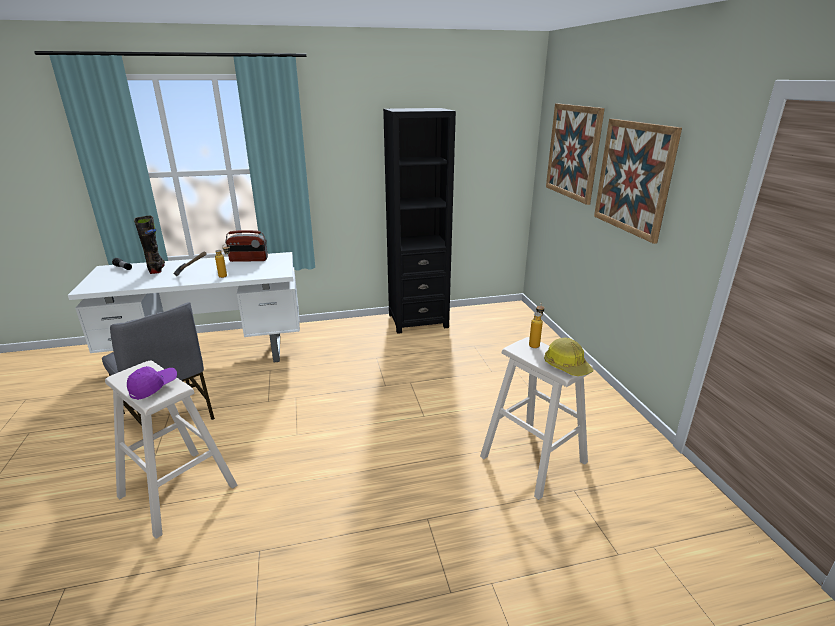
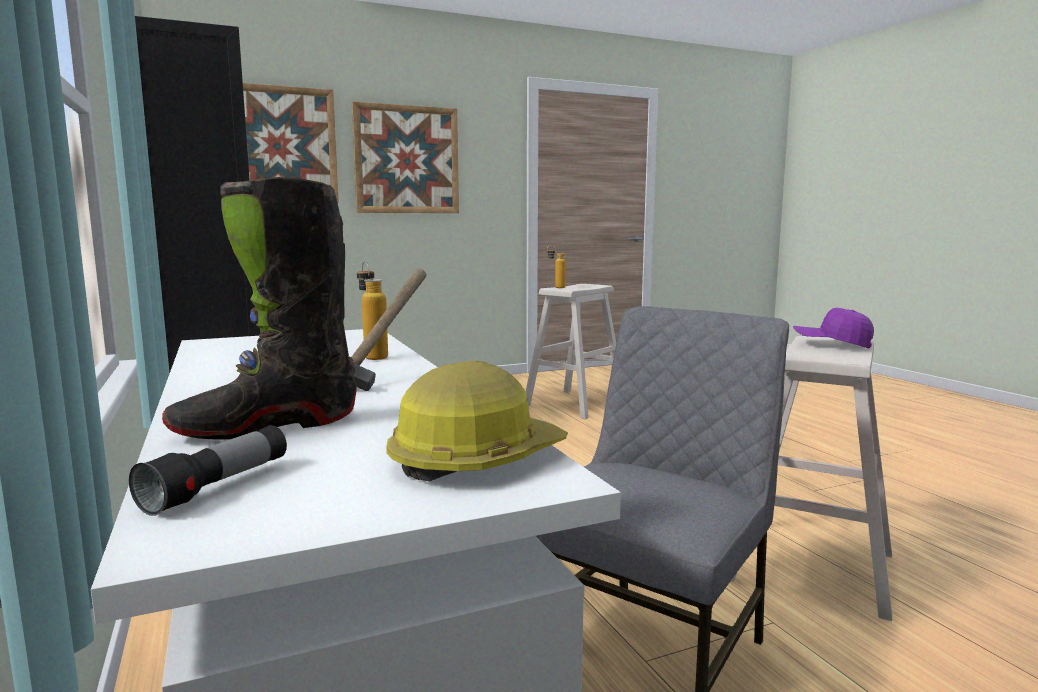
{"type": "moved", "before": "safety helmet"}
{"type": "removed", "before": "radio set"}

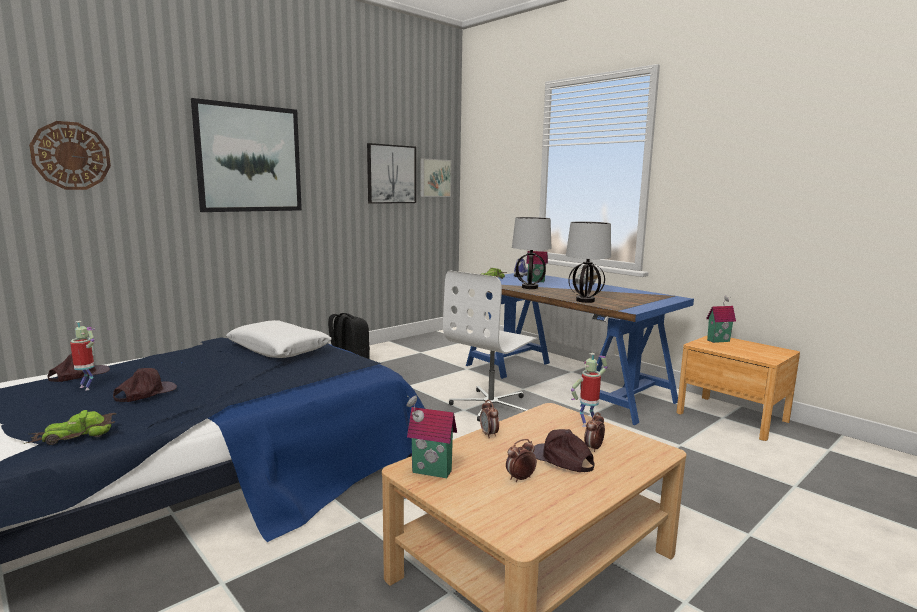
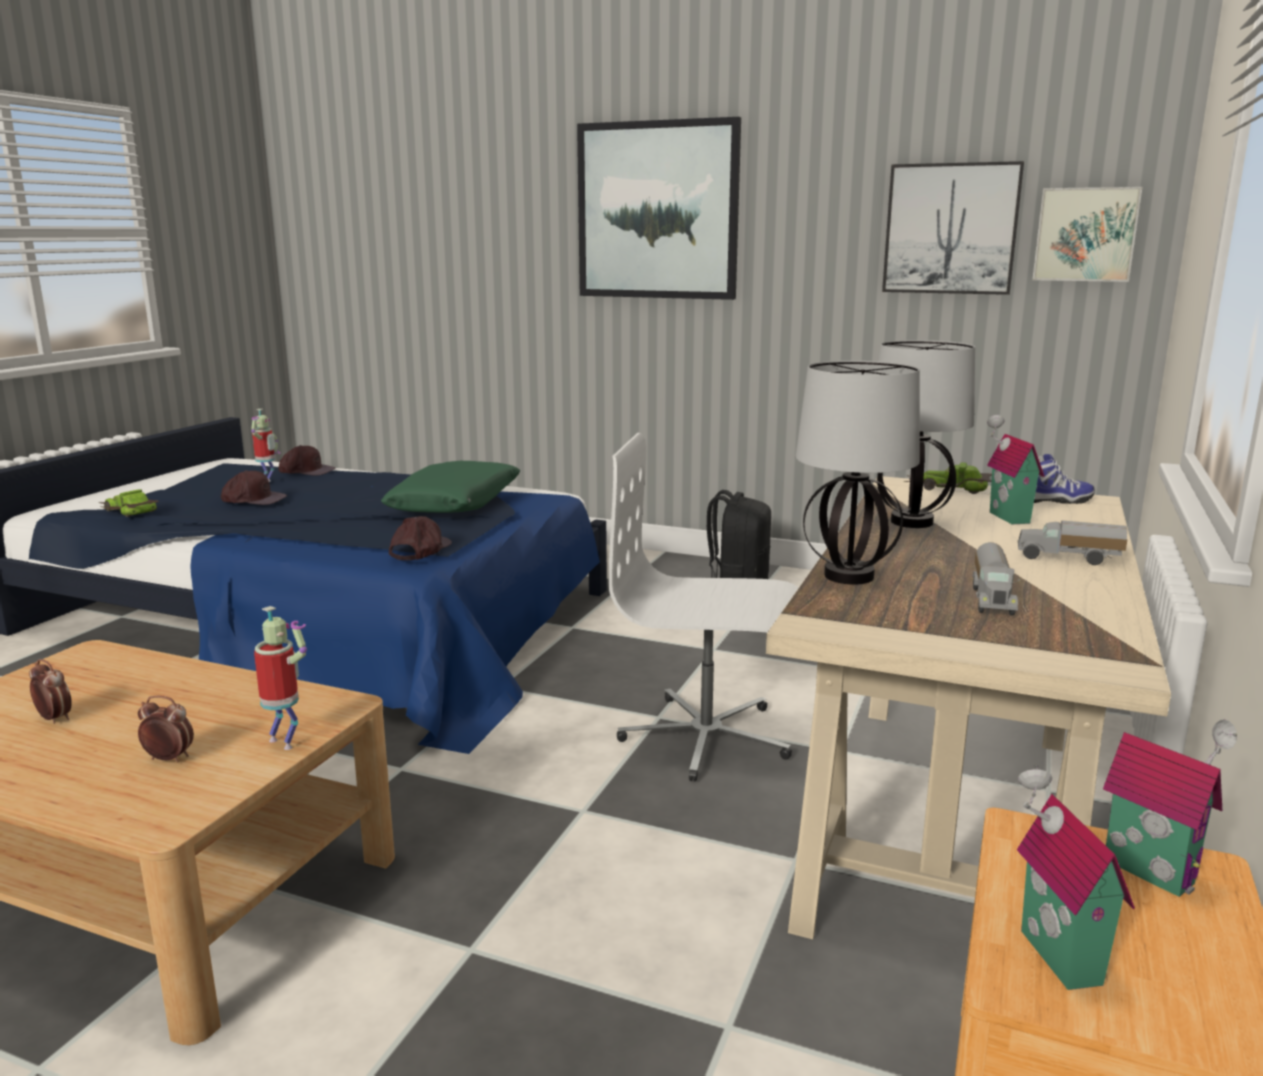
{"type": "recoloured", "before": "throw pillow (white-coloured)", "after": "throw pillow (green)"}
{"type": "moved", "before": "cap (brownish) (3rd from left)"}
{"type": "recoloured", "before": "desk unit (bluish)", "after": "desk unit (sand-coloured)"}
{"type": "added", "after": "toy lorry (1st from left)"}
{"type": "moved", "before": "miniature house (1st from left in the first image)", "after": "miniature house (2nd from left)"}
{"type": "removed", "before": "wall clock"}
{"type": "removed", "before": "table clock (1st from left)"}

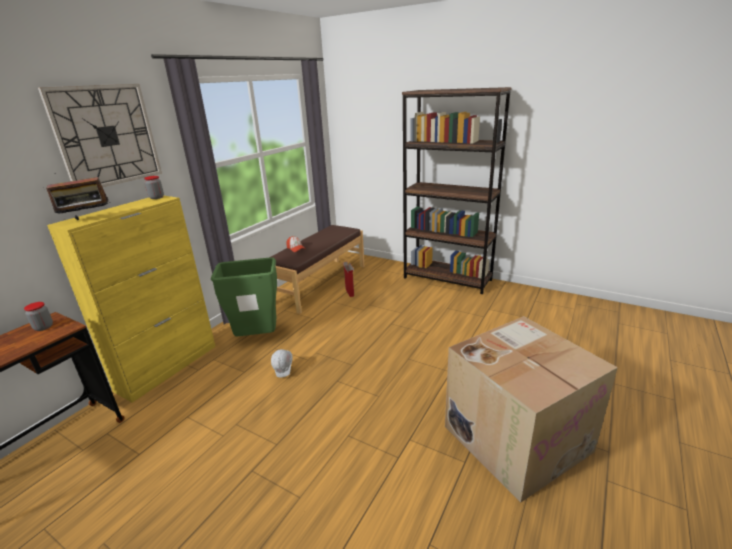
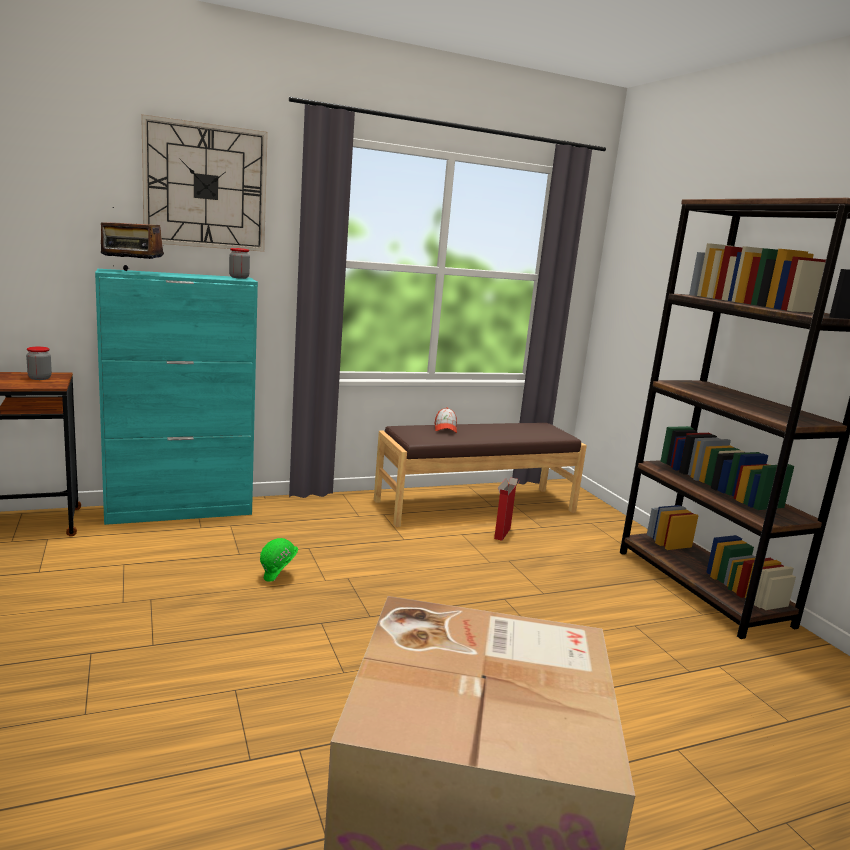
{"type": "recoloured", "before": "storage cabinet (yellowish)", "after": "storage cabinet (turquoise)"}
{"type": "recoloured", "before": "safety helmet (white-coloured)", "after": "safety helmet (green)"}
{"type": "removed", "before": "rubbish bin (green)"}

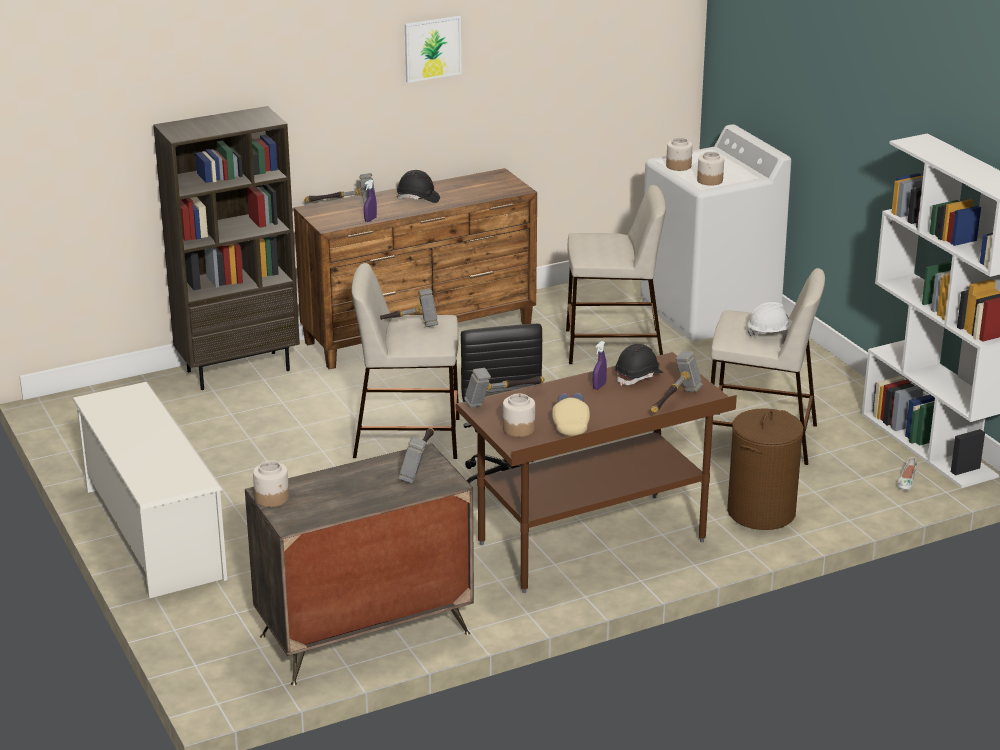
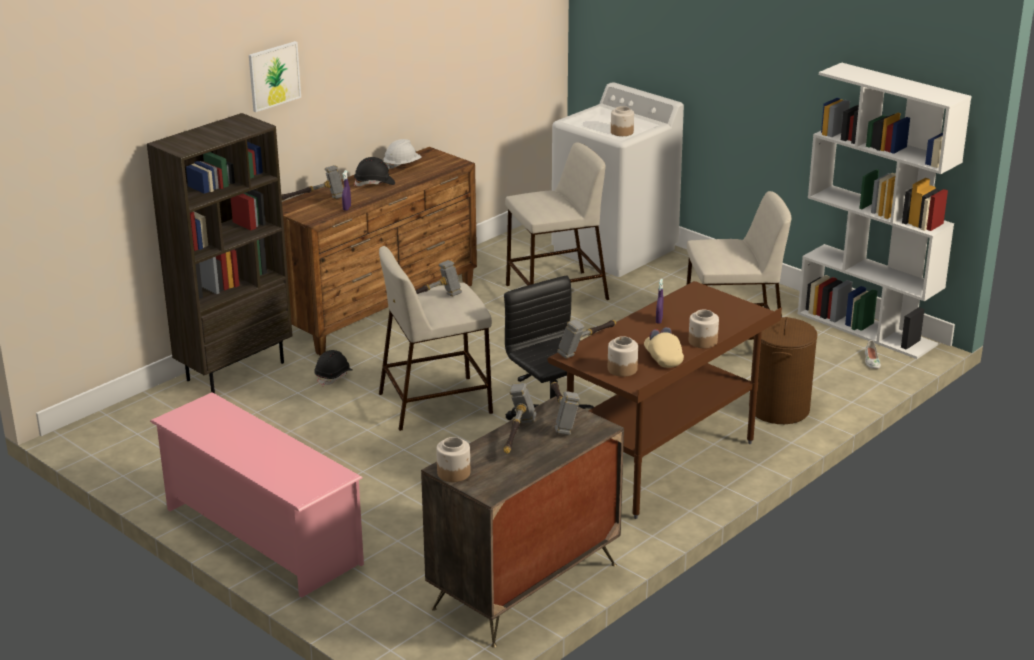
{"type": "recoloured", "before": "shoe shelf (white-coloured)", "after": "shoe shelf (pink-coloured)"}
{"type": "moved", "before": "wall art"}
{"type": "moved", "before": "safety helmet (black-coloured) (2nd from left in the first image)", "after": "safety helmet (black-coloured) (1st from left)"}
{"type": "moved", "before": "safety helmet (white-coloured)"}
{"type": "moved", "before": "hand hammer (5th from left in the first image)", "after": "hand hammer (3rd from left)"}
{"type": "moved", "before": "storage jar (3rd from left in the first image)", "after": "storage jar (4th from left)"}

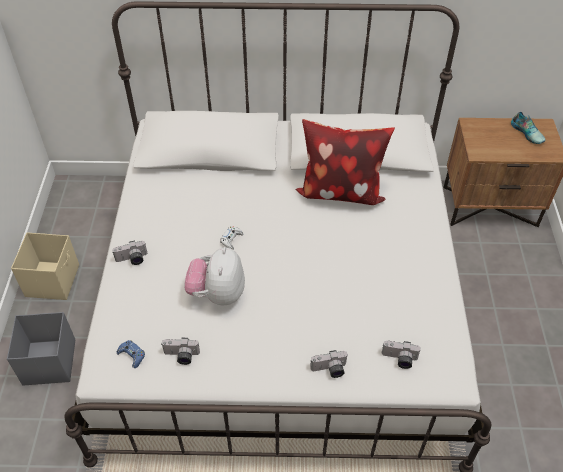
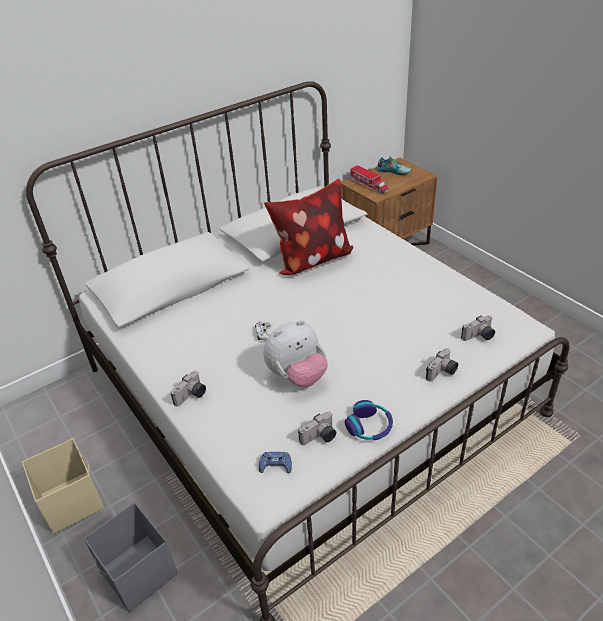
{"type": "turned", "before": "cuddly toy", "turn": -90}
{"type": "added", "after": "pair of headphones"}
{"type": "added", "after": "toy lorry"}

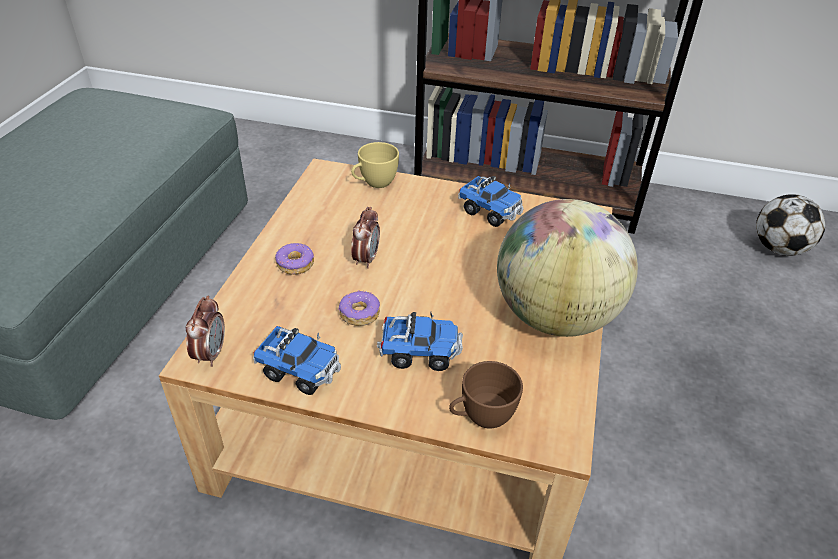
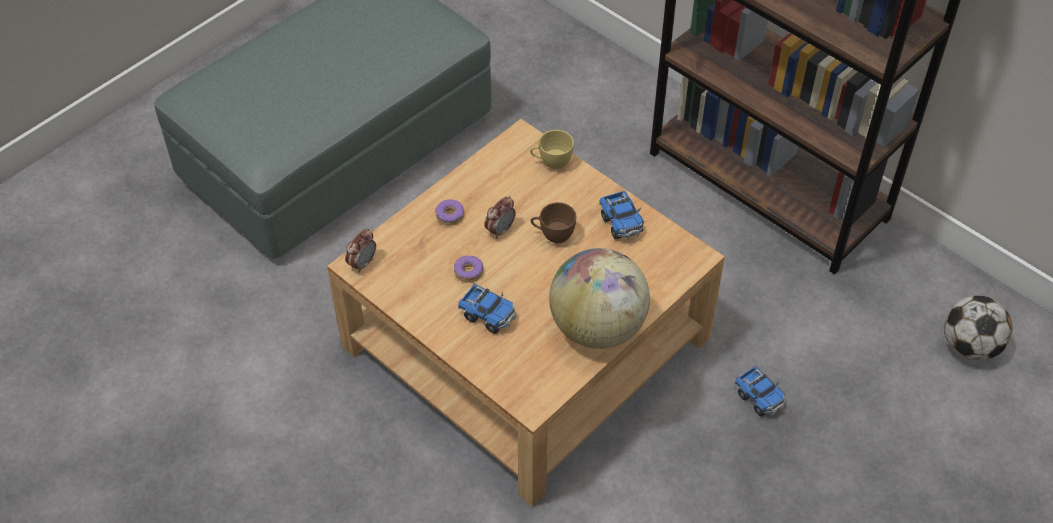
{"type": "moved", "before": "drinking cup (brownish)"}
{"type": "moved", "before": "toy lorry (1st from left in the first image)", "after": "toy lorry (3rd from left)"}

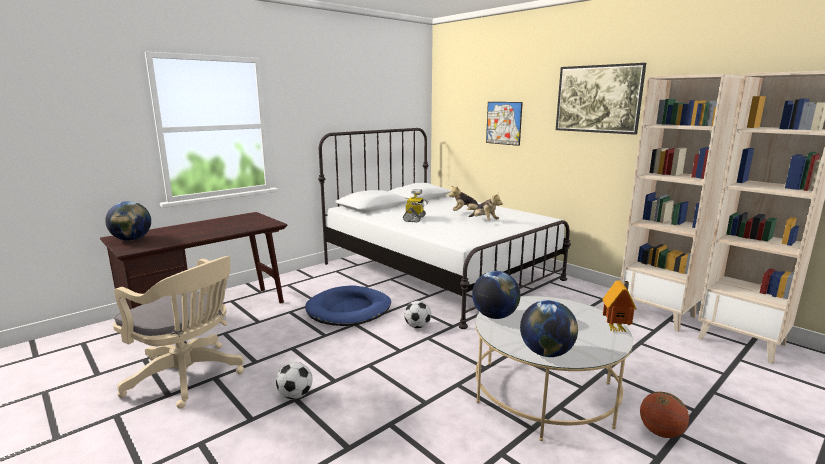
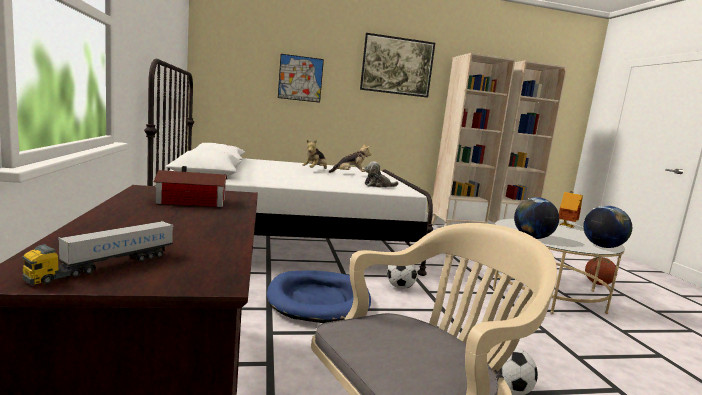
{"type": "replaced", "before": "world globe (1st from left)", "after": "toy lorry"}
{"type": "added", "after": "miniature house (1st from left)"}
{"type": "added", "after": "cuddly toy (3rd from left)"}
{"type": "removed", "before": "robot figure"}

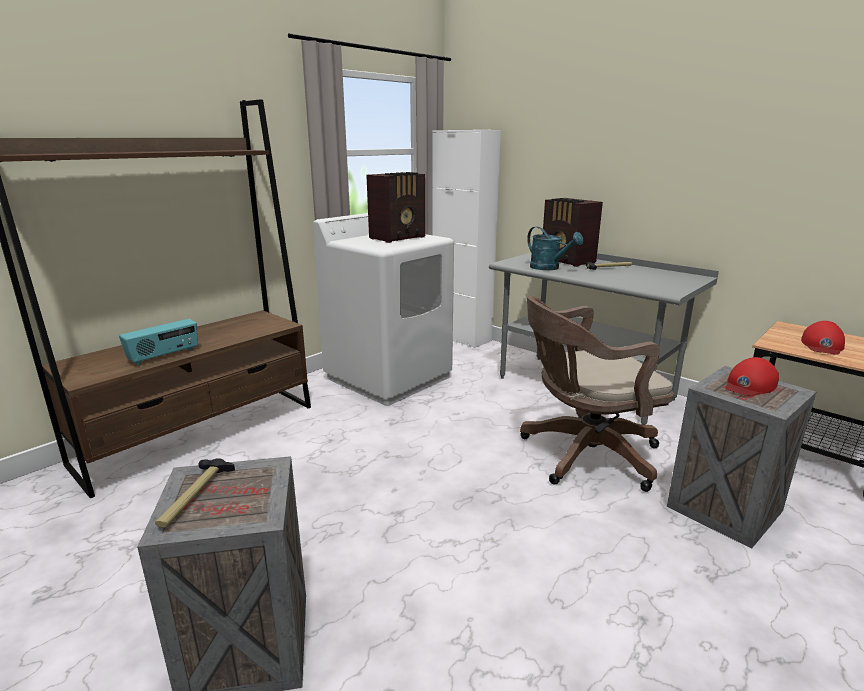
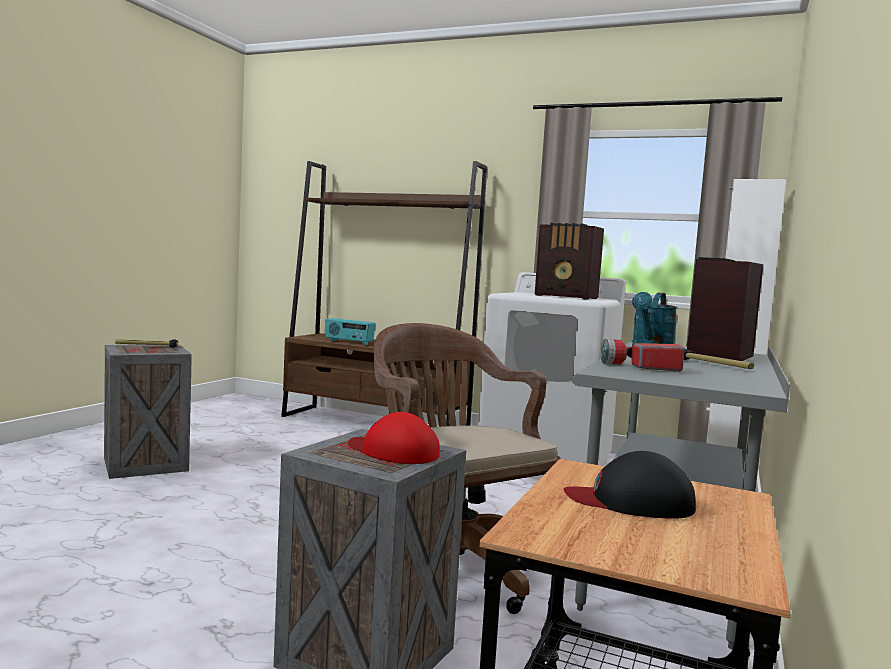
{"type": "recoloured", "before": "cap (red-coloured) (2nd from left)", "after": "cap (black-coloured)"}
{"type": "added", "after": "torch"}

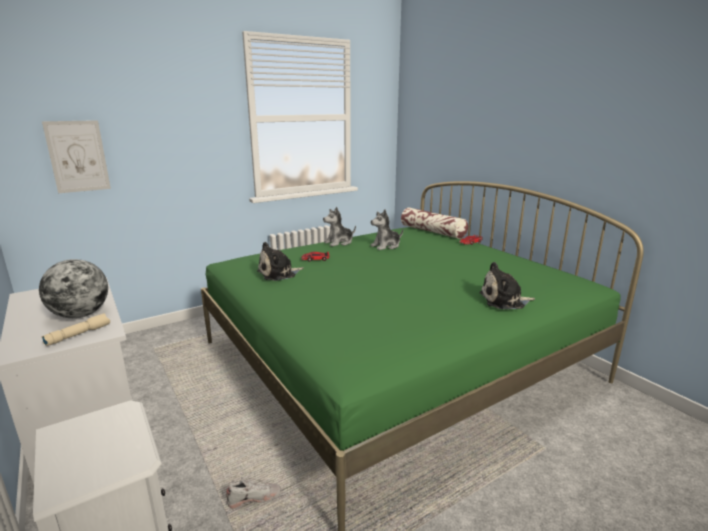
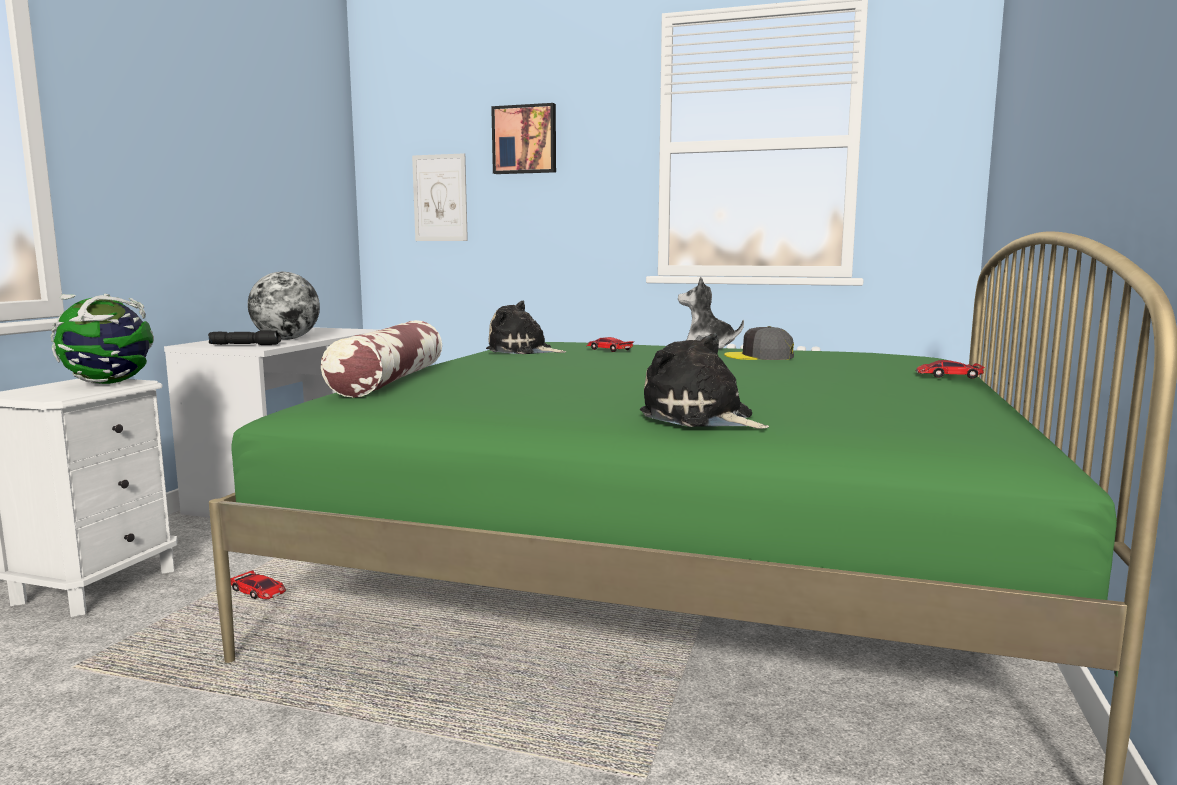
{"type": "added", "after": "world globe (1st from left)"}
{"type": "recoloured", "before": "torch (sand-coloured)", "after": "torch (black-coloured)"}
{"type": "replaced", "before": "shoe (white-coloured)", "after": "model car (1st from left)"}
{"type": "moved", "before": "throw pillow"}
{"type": "added", "after": "wall art (2nd from left)"}
{"type": "replaced", "before": "cuddly toy (3rd from left)", "after": "cap (gray)"}

